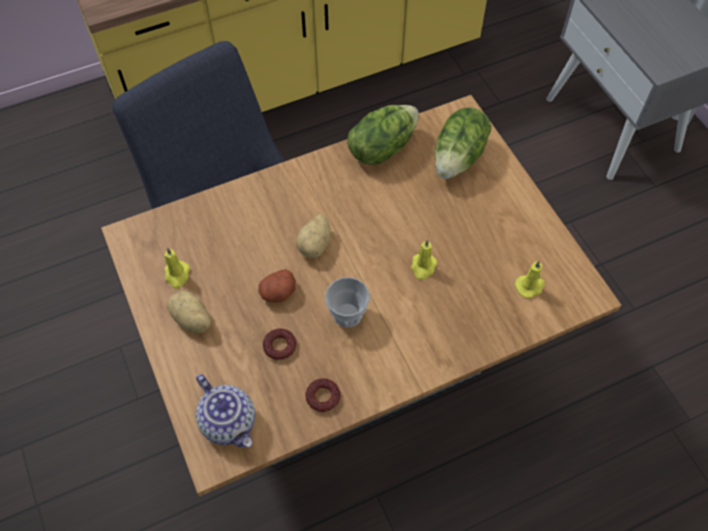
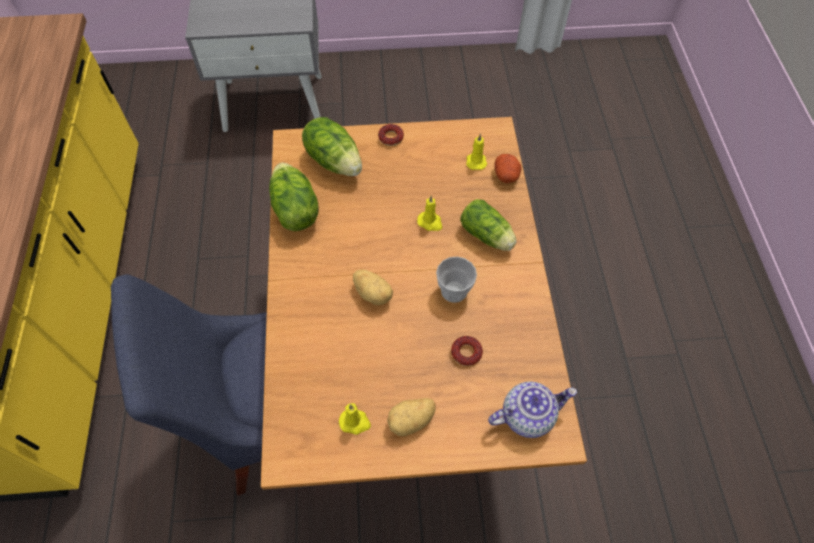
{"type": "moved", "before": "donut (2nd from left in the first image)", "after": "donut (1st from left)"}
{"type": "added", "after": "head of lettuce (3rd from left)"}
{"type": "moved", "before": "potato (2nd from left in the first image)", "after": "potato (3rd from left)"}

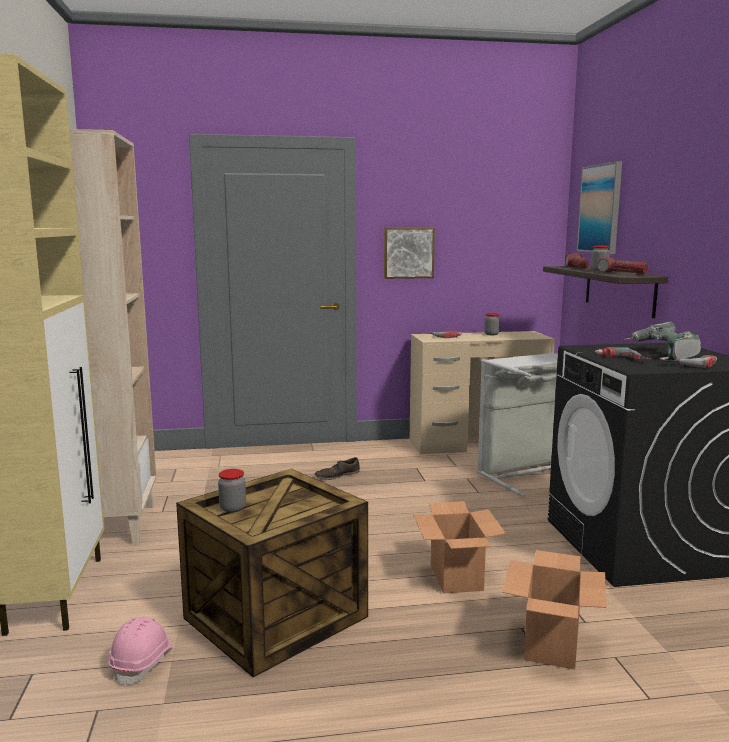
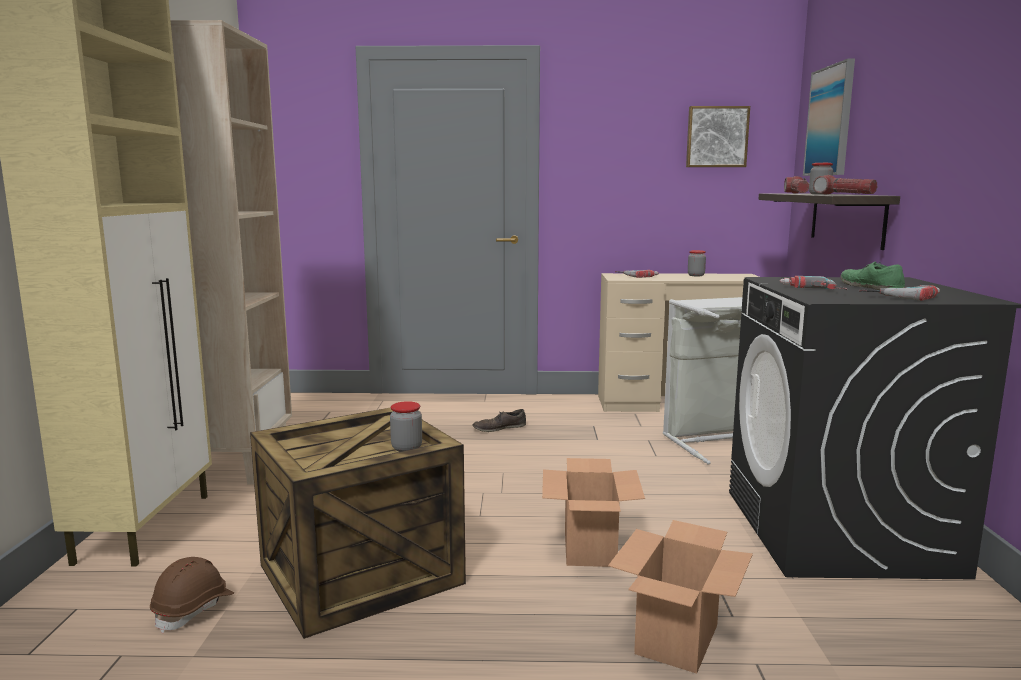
{"type": "recoloured", "before": "safety helmet (pink-coloured)", "after": "safety helmet (brownish)"}
{"type": "moved", "before": "storage jar (1st from left)"}
{"type": "moved", "before": "wall art (1st from left)"}
{"type": "replaced", "before": "power drill (3rd from left)", "after": "shoe (green)"}

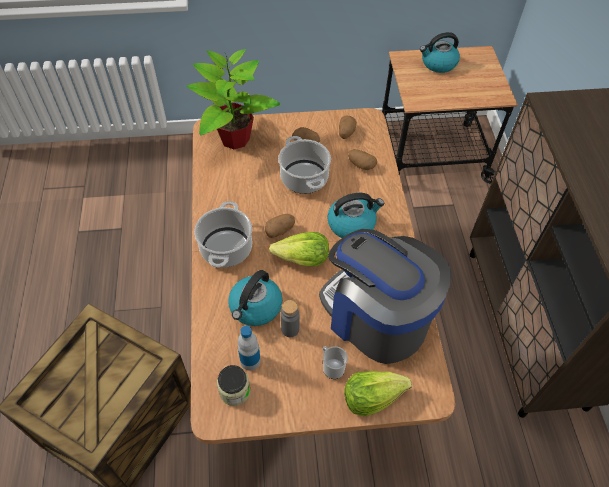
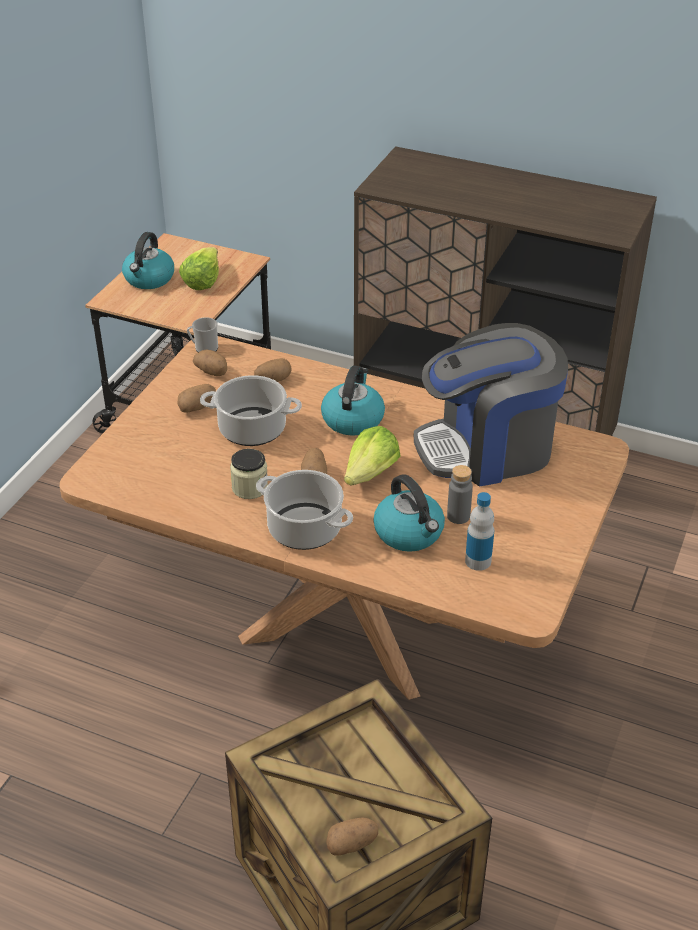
{"type": "moved", "before": "head of lettuce (2nd from left in the first image)", "after": "head of lettuce (1st from left)"}
{"type": "moved", "before": "tea mug"}
{"type": "moved", "before": "storage jar"}
{"type": "added", "after": "potato (5th from left)"}
{"type": "removed", "before": "potted plant"}

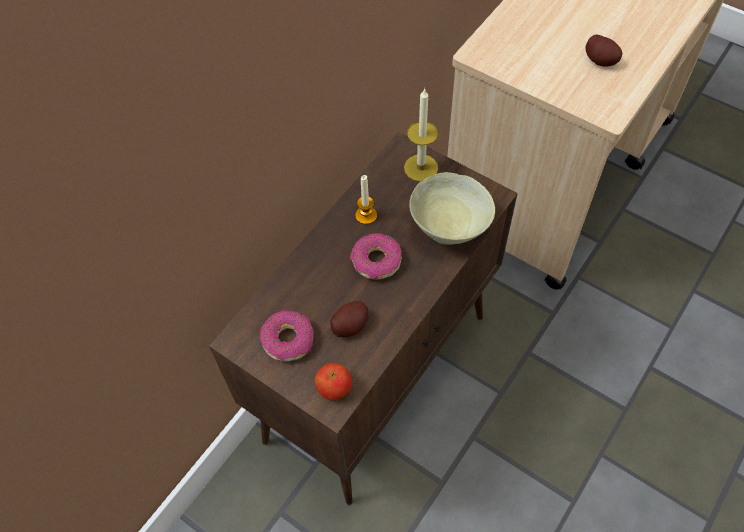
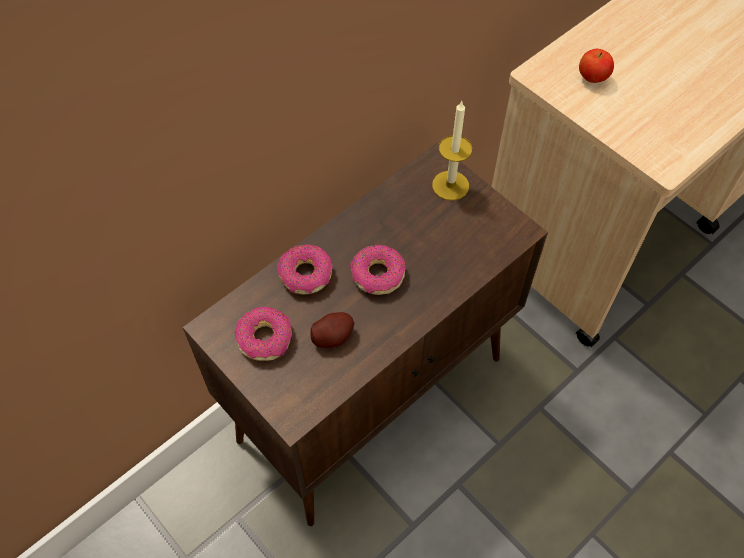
{"type": "added", "after": "donut (2nd from left)"}
{"type": "moved", "before": "apple fruit"}
{"type": "removed", "before": "wax candle (1st from left)"}
{"type": "removed", "before": "bowl (sand-coloured)"}
{"type": "removed", "before": "potato (2nd from left)"}

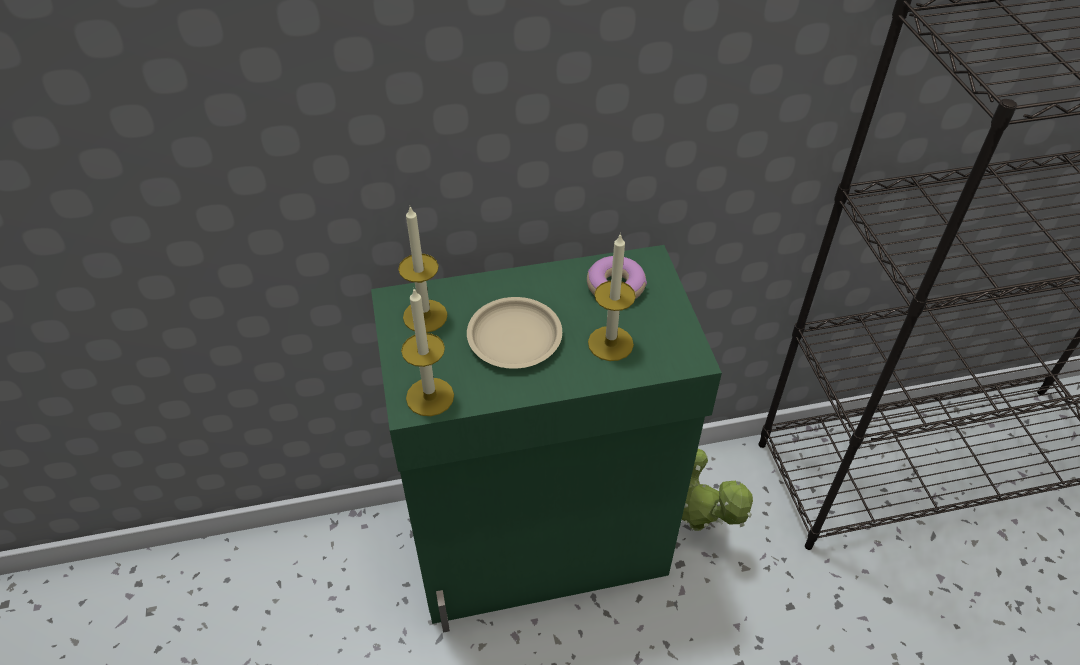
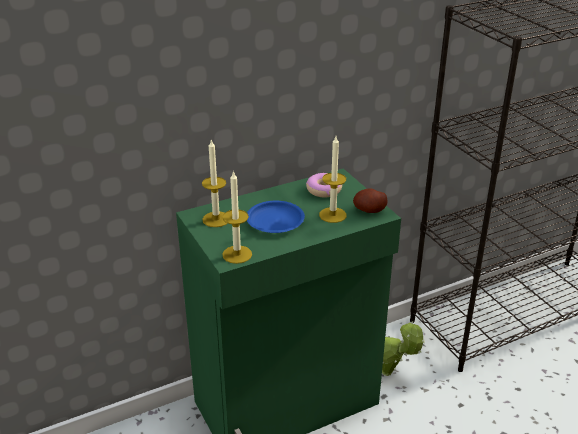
{"type": "recoloured", "before": "flat dish (sand-coloured)", "after": "flat dish (bluish)"}
{"type": "added", "after": "potato"}

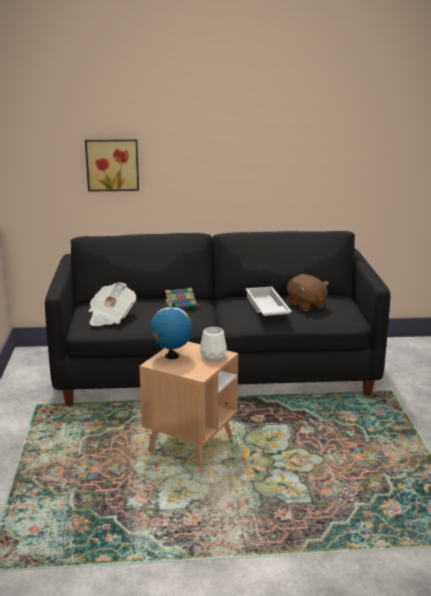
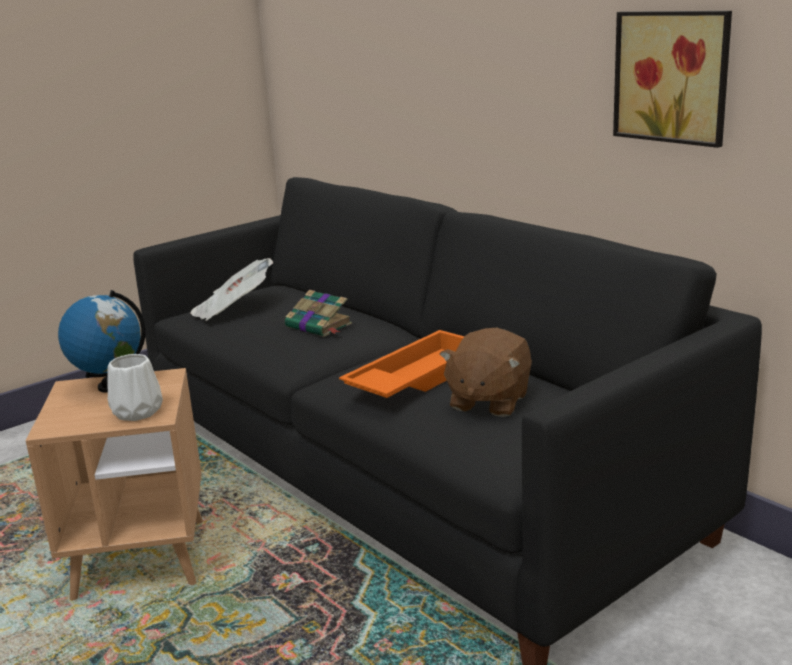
{"type": "recoloured", "before": "carrying tray (white-coloured)", "after": "carrying tray (orange-coloured)"}
{"type": "moved", "before": "wall art"}

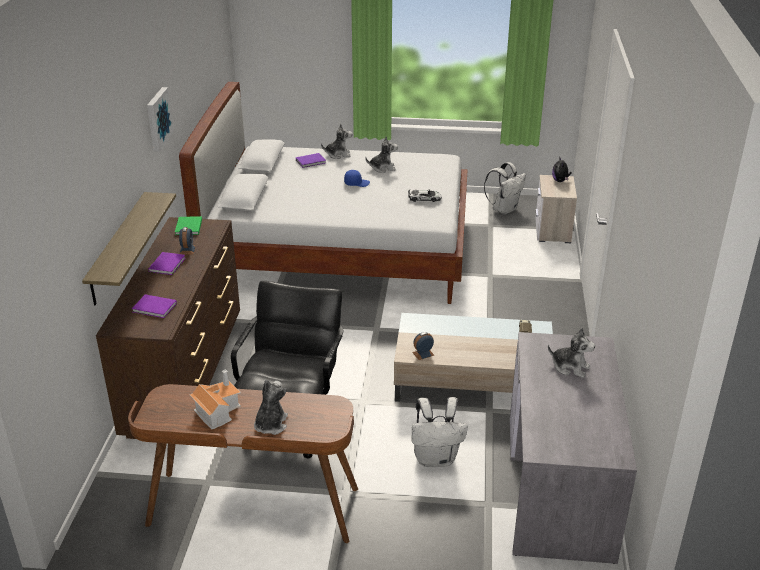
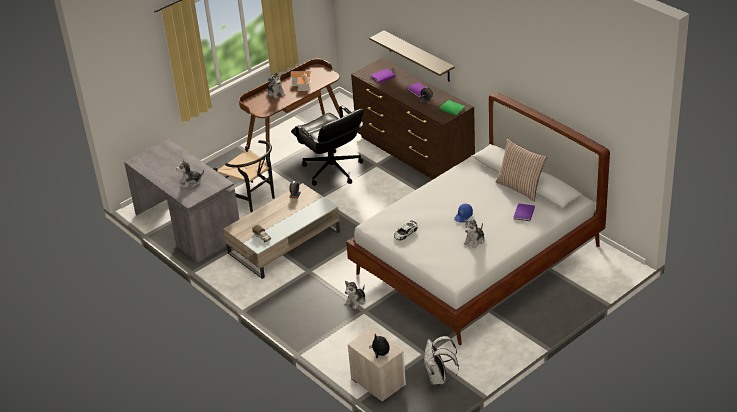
{"type": "replaced", "before": "rucksack (white-coloured) (1st from left)", "after": "upright chair (black-coloured)"}
{"type": "moved", "before": "cuddly toy (2nd from left in the first image)", "after": "cuddly toy (3rd from left)"}
{"type": "added", "after": "throw pillow"}
{"type": "removed", "before": "wall art"}

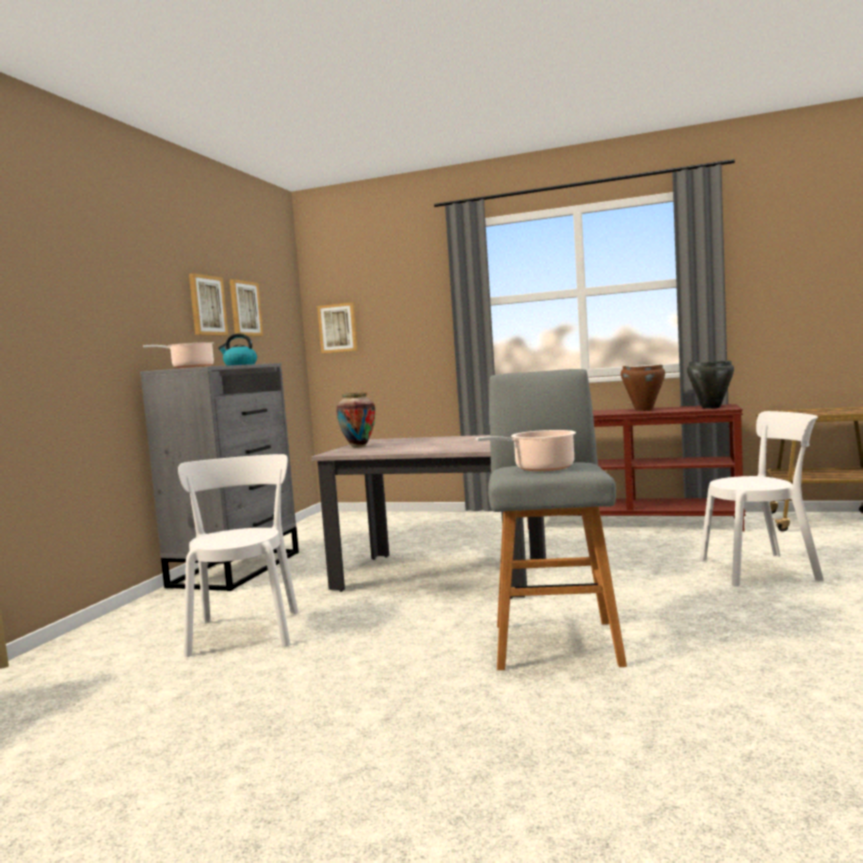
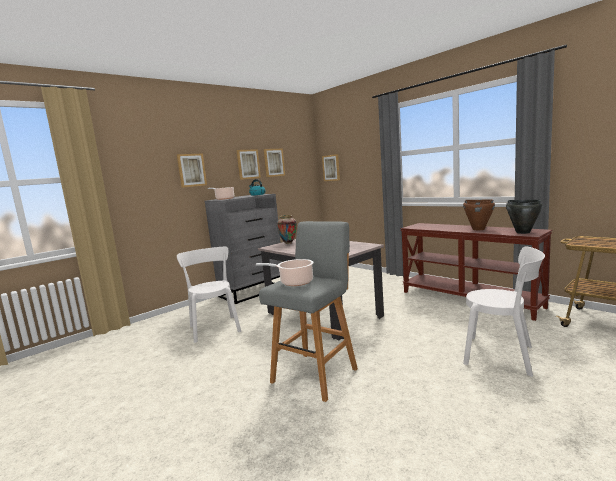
{"type": "added", "after": "wall art (1st from left)"}
{"type": "turned", "before": "upright chair (white-coloured) (1st from left)", "turn": -45}

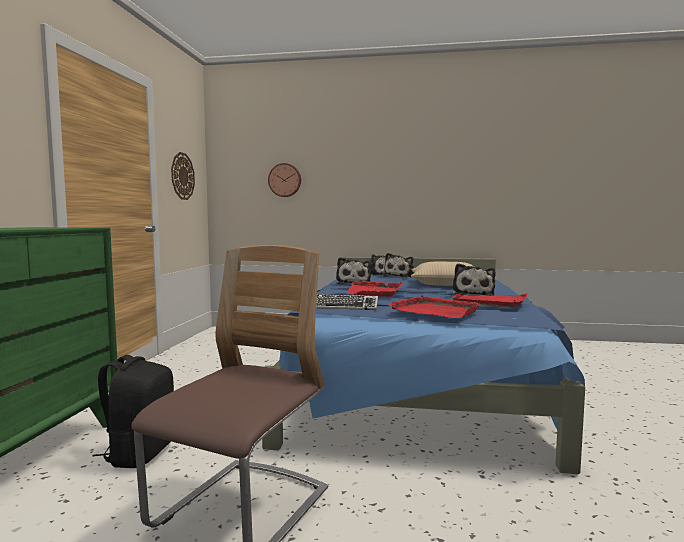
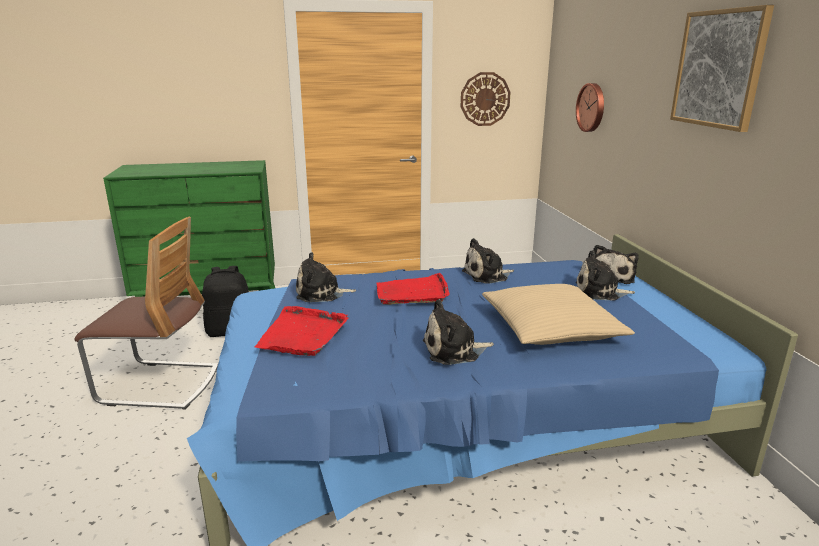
{"type": "replaced", "before": "PC keyboard", "after": "cuddly toy (1st from left)"}
{"type": "added", "after": "wall art"}
{"type": "removed", "before": "carrying tray (red-coloured) (3rd from left)"}

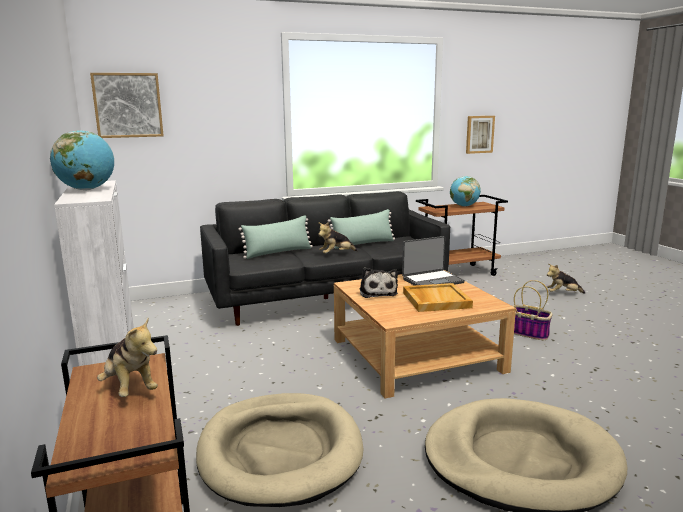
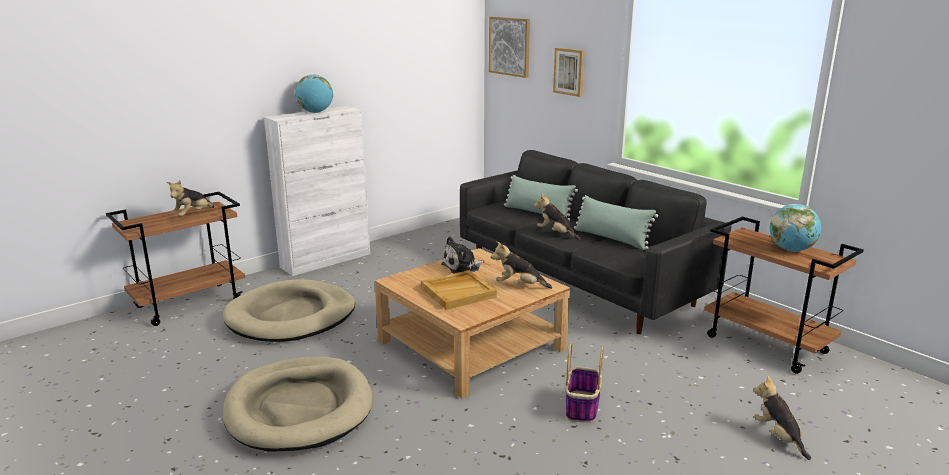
{"type": "replaced", "before": "notebook computer", "after": "cuddly toy (3rd from left)"}
{"type": "moved", "before": "wall art (2nd from left)"}

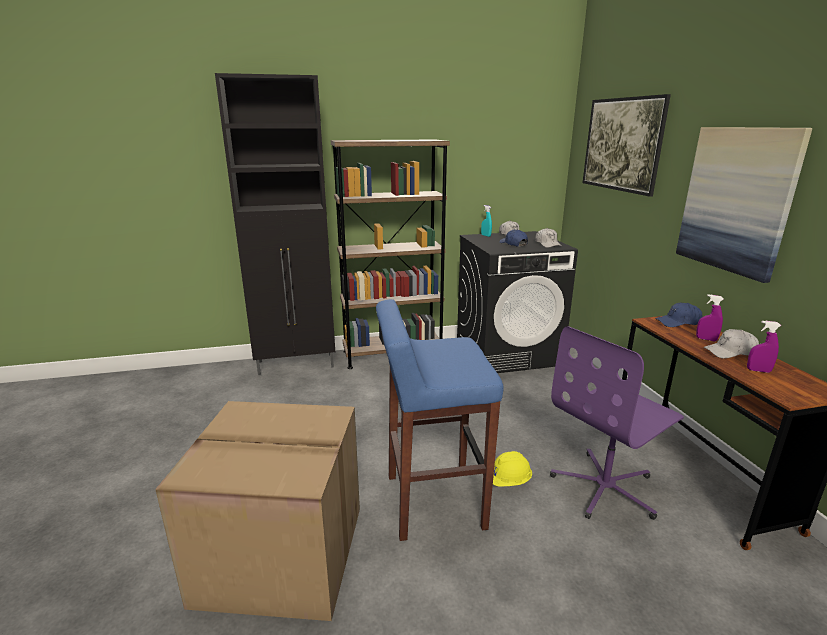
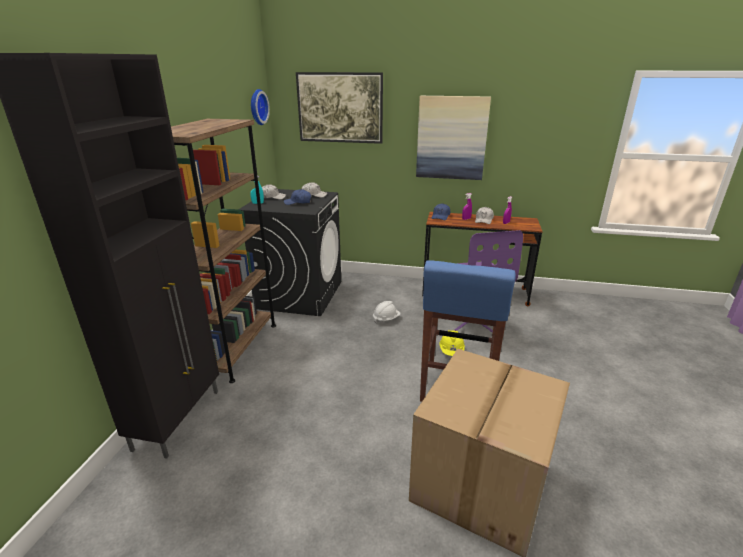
{"type": "added", "after": "wall clock"}
{"type": "added", "after": "safety helmet (white-coloured)"}

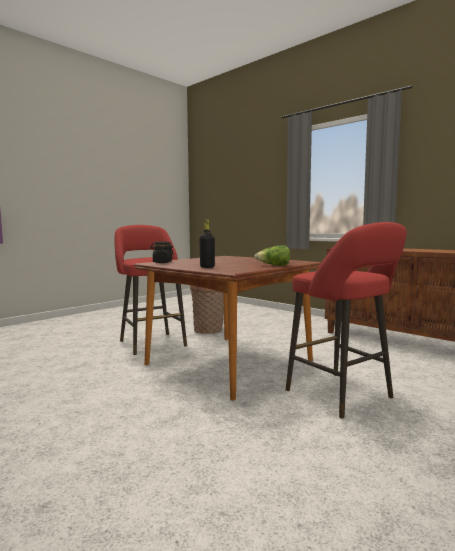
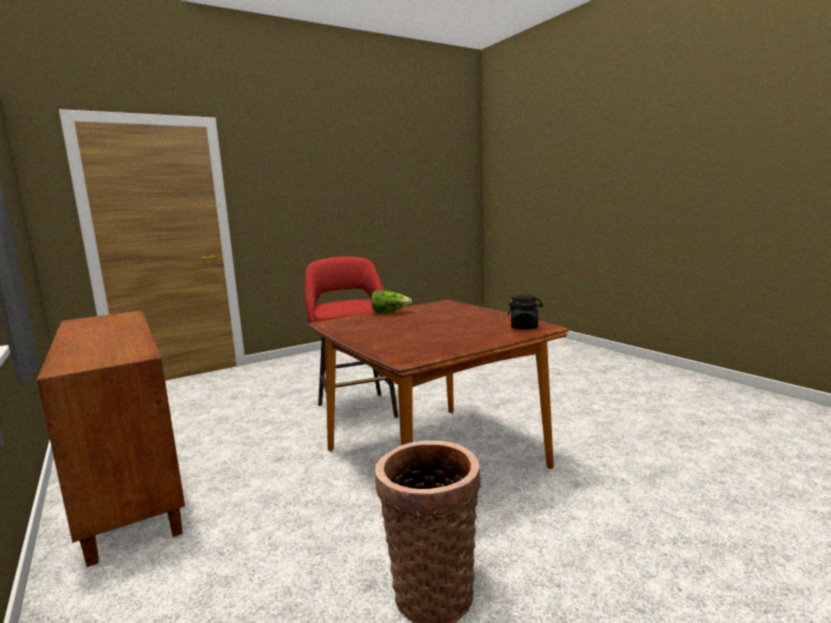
{"type": "removed", "before": "sitting stool (red-coloured) (1st from left)"}
{"type": "removed", "before": "beverage bottle (black-coloured)"}

